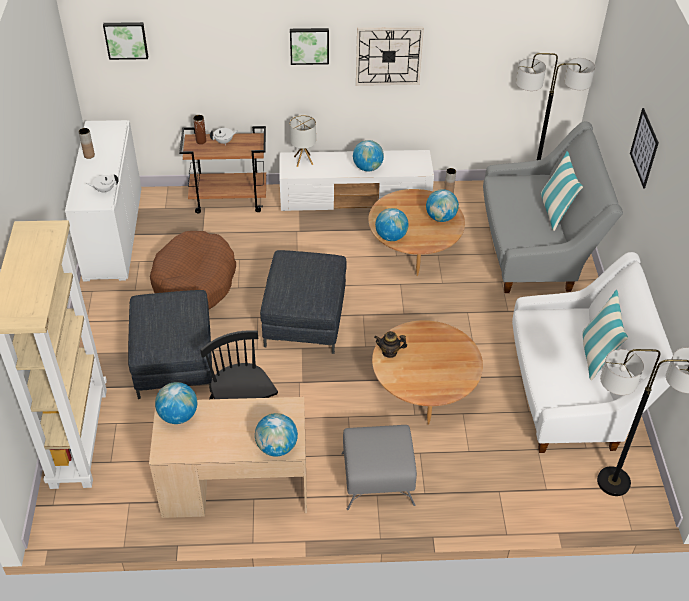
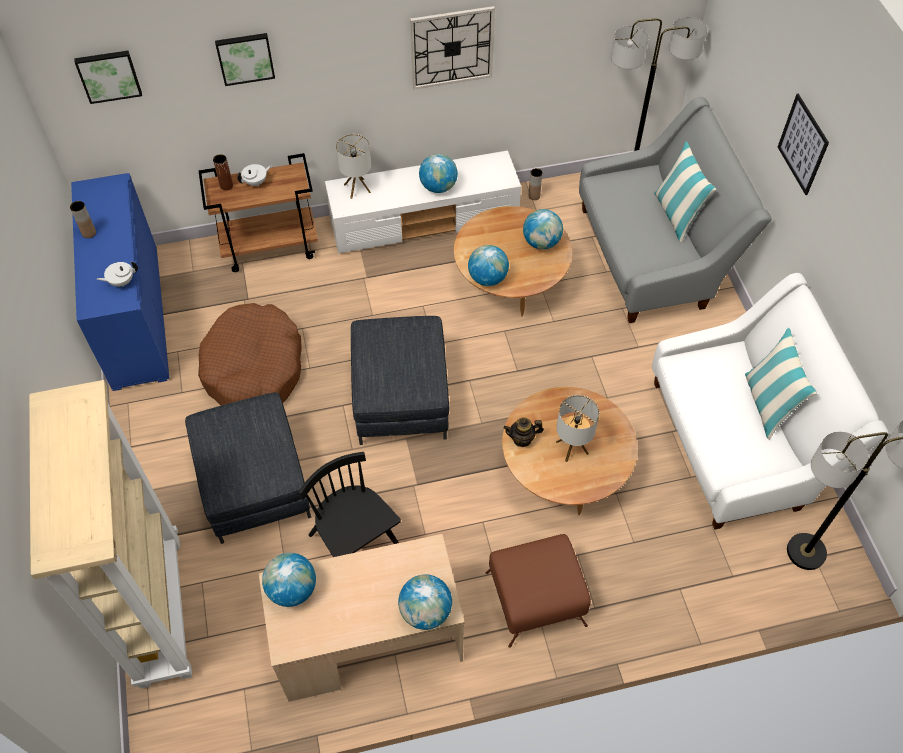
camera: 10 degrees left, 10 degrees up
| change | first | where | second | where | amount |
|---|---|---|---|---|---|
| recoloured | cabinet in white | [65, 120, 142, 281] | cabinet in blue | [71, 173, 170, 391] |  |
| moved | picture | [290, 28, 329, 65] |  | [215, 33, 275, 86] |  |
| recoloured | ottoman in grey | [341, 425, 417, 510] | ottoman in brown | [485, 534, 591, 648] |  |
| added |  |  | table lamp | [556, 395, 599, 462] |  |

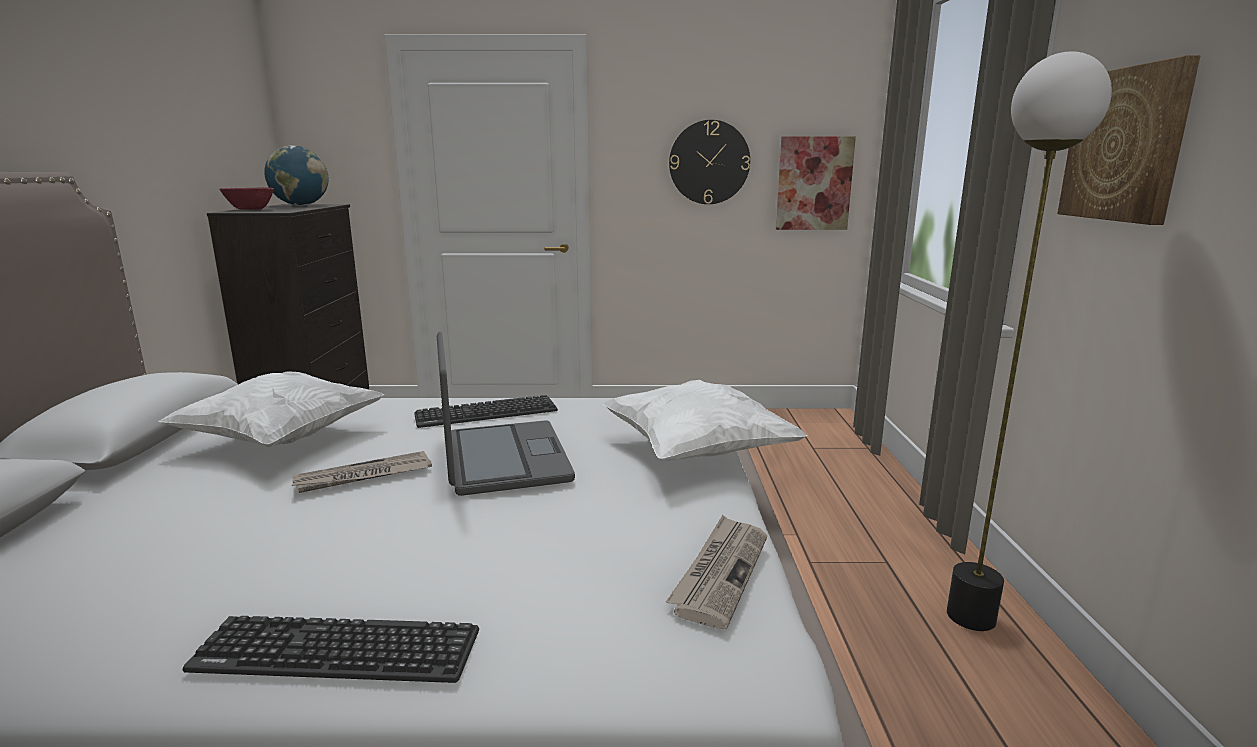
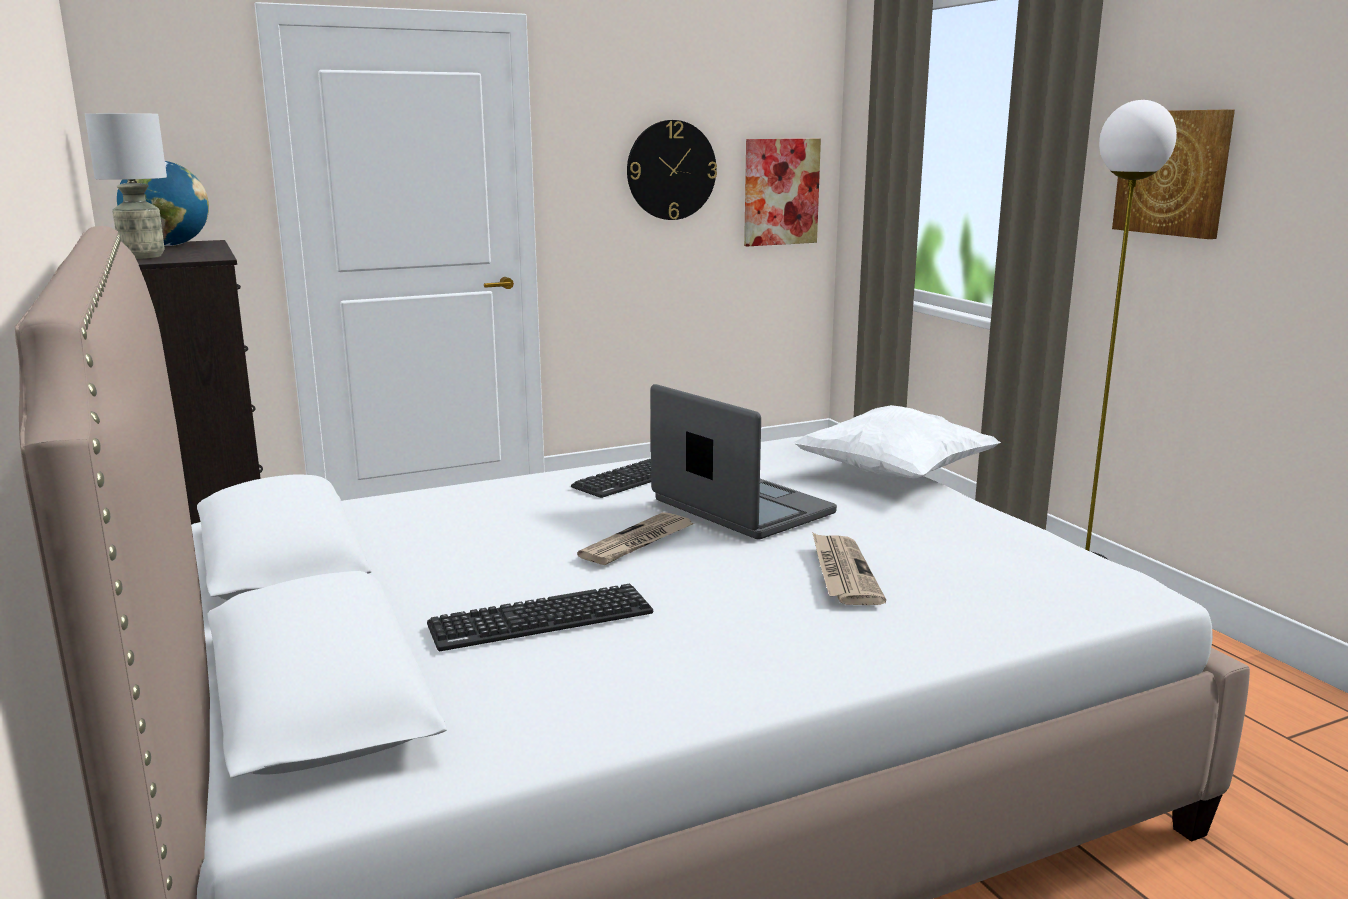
camera: 25 degrees left, 0 degrees up
| change | first | where | second | where | amount |
|---|---|---|---|---|---|
| replaced | bowl in red | [220, 187, 274, 210] | table lamp in grey | [85, 113, 167, 259] |  |
| moved | keyboard | [183, 616, 479, 683] |  | [427, 584, 654, 651] |  |
| moved | newspaper | [666, 515, 767, 629] |  | [812, 532, 886, 605] |  |
| removed | pillow in white | [158, 371, 384, 447] |  |  |  |

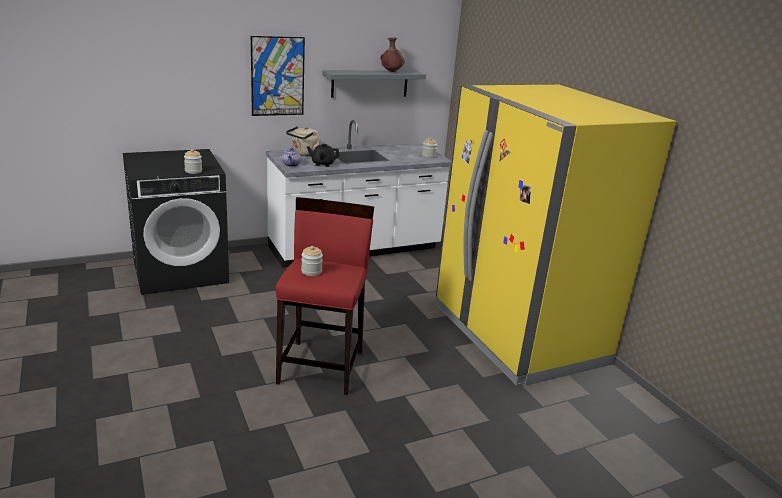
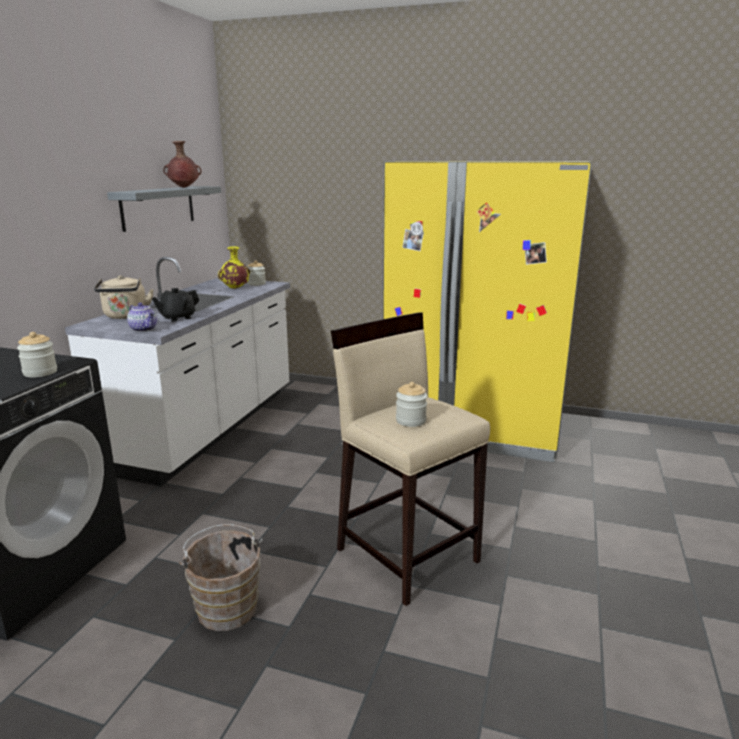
camera: 45 degrees left, 5 degrees down
| change | first | where | second | where | amount |
|---|---|---|---|---|---|
| added |  |  | bucket in brown | [179, 524, 263, 631] |  |
| added |  |  | vase in yellow | [218, 246, 250, 289] |  |
| recoloured | stool in red | [276, 197, 374, 395] | stool in beige | [331, 313, 490, 606] |  |
| removed | picture | [251, 36, 305, 116] |  |  |  |

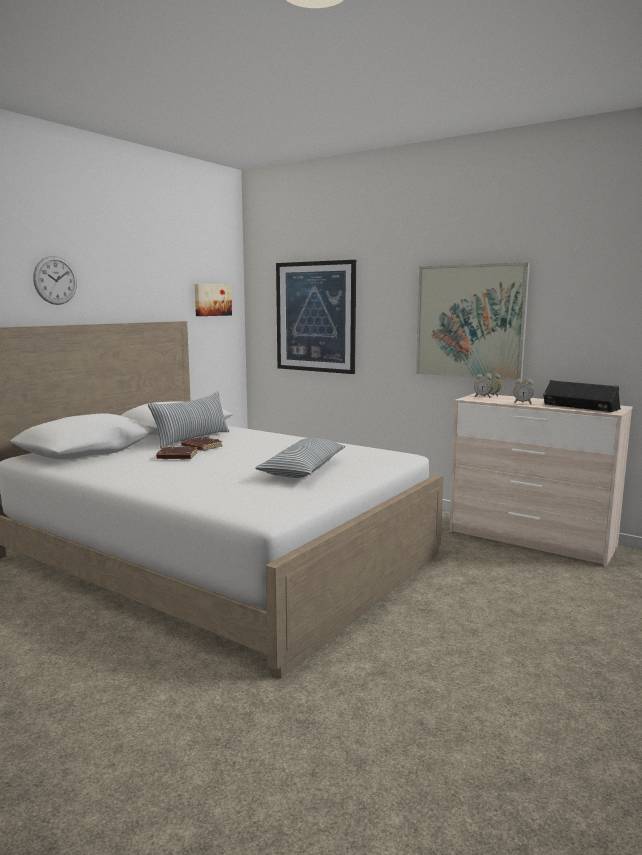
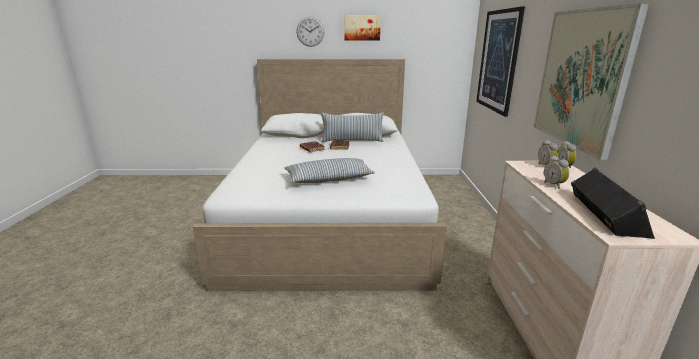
camera: 55 degrees right, 10 degrees up
| change | first | where | second | where | amount |
|---|---|---|---|---|---|
| moved | picture | [195, 284, 232, 316] |  | [344, 15, 381, 41] |  |

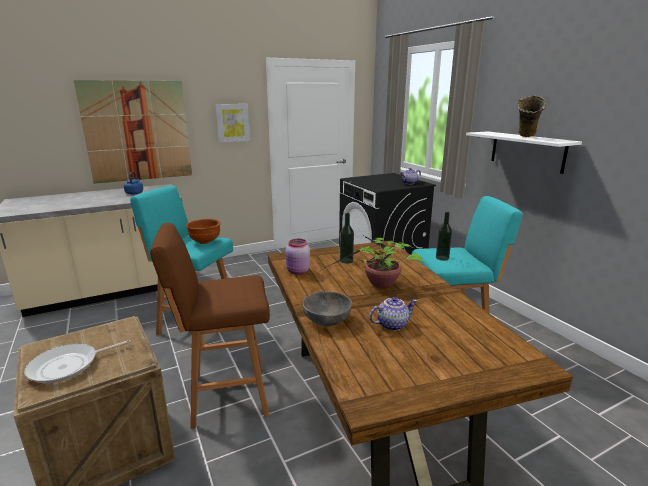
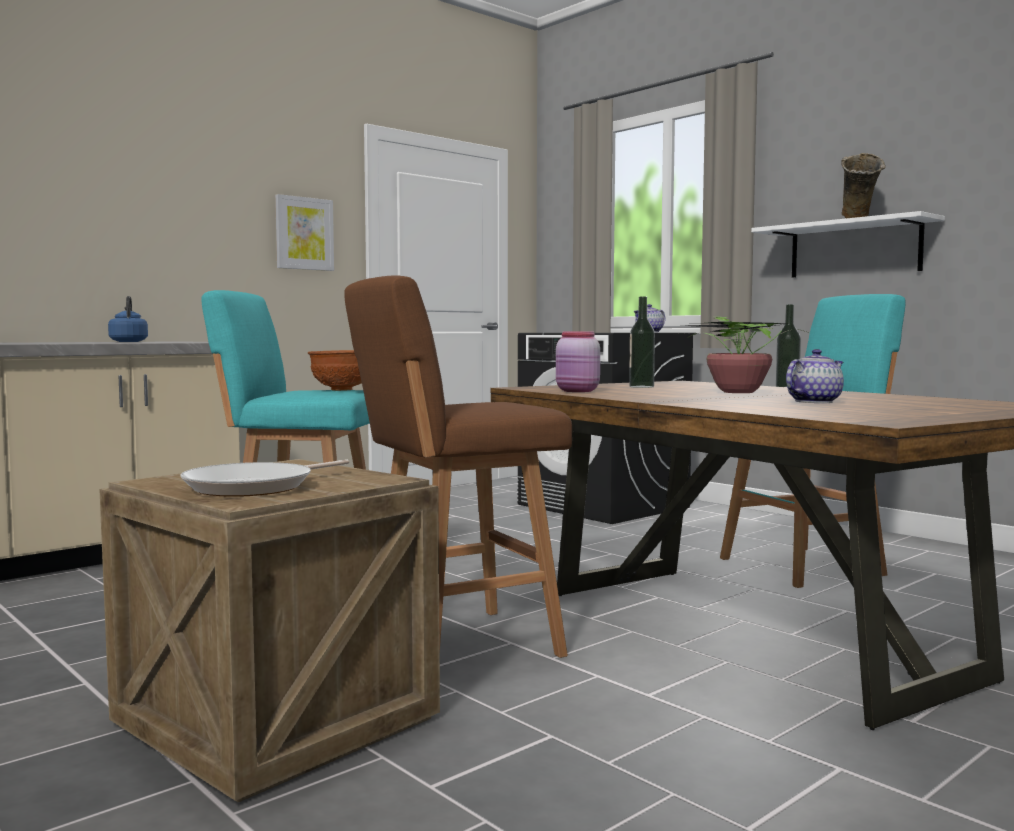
camera: 15 degrees left, 15 degrees down
| change | first | where | second | where | amount |
|---|---|---|---|---|---|
| removed | picture | [74, 80, 192, 184] |  |  |  |
| removed | bowl in grey | [303, 291, 352, 326] |  |  |  |

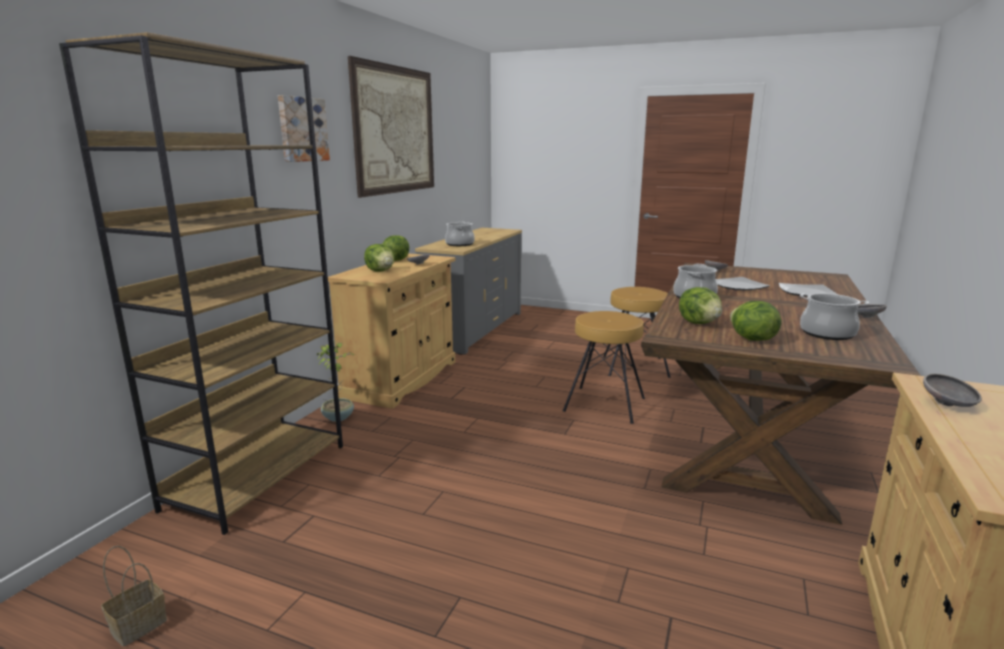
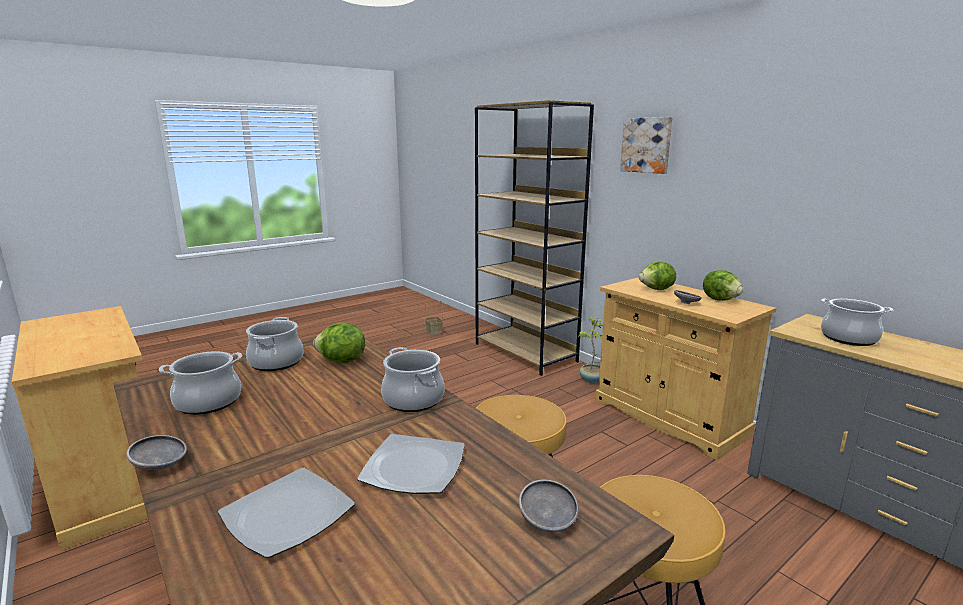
camera: 120 degrees right, 0 degrees up
| change | first | where | second | where | amount |
|---|---|---|---|---|---|
| replaced | lettuce | [730, 301, 781, 341] | cooking pot | [246, 317, 304, 371] |  |
| removed | picture | [348, 56, 434, 198] |  |  |  |
| removed | bowl in grey | [923, 374, 982, 407] |  |  |  |

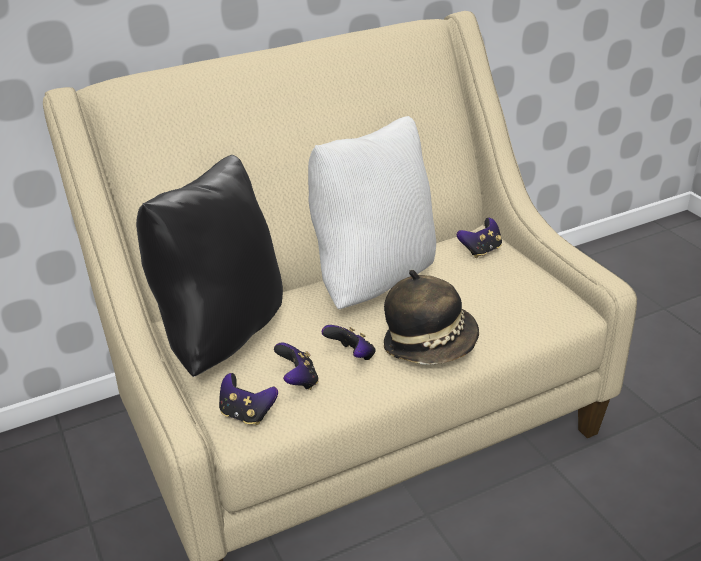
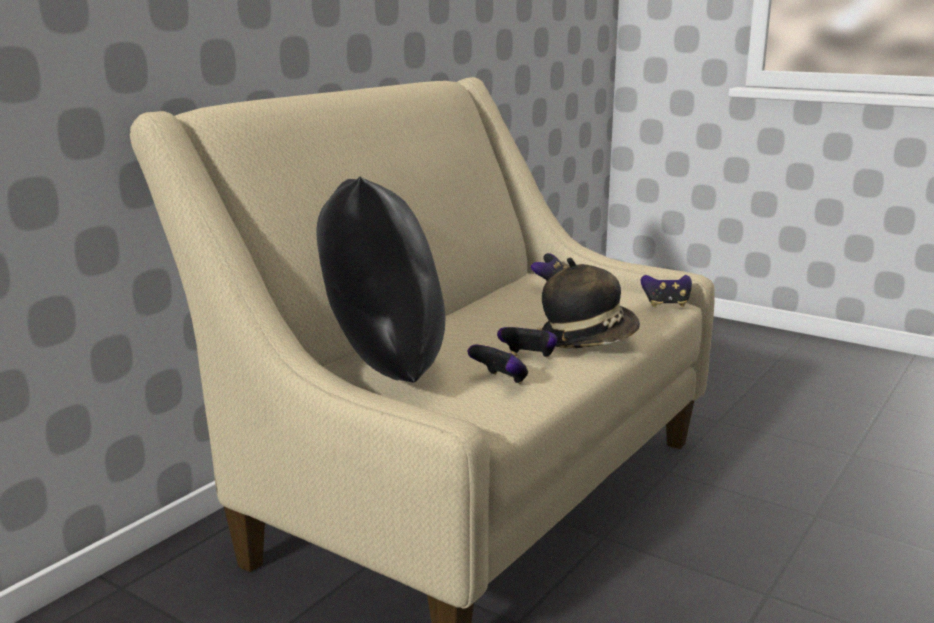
camera: 30 degrees left, 15 degrees down
| change | first | where | second | where | amount |
|---|---|---|---|---|---|
| moved | game controller | [219, 373, 278, 425] |  | [641, 275, 692, 307] |  |
| removed | pillow in white | [308, 116, 436, 309] |  |  |  |

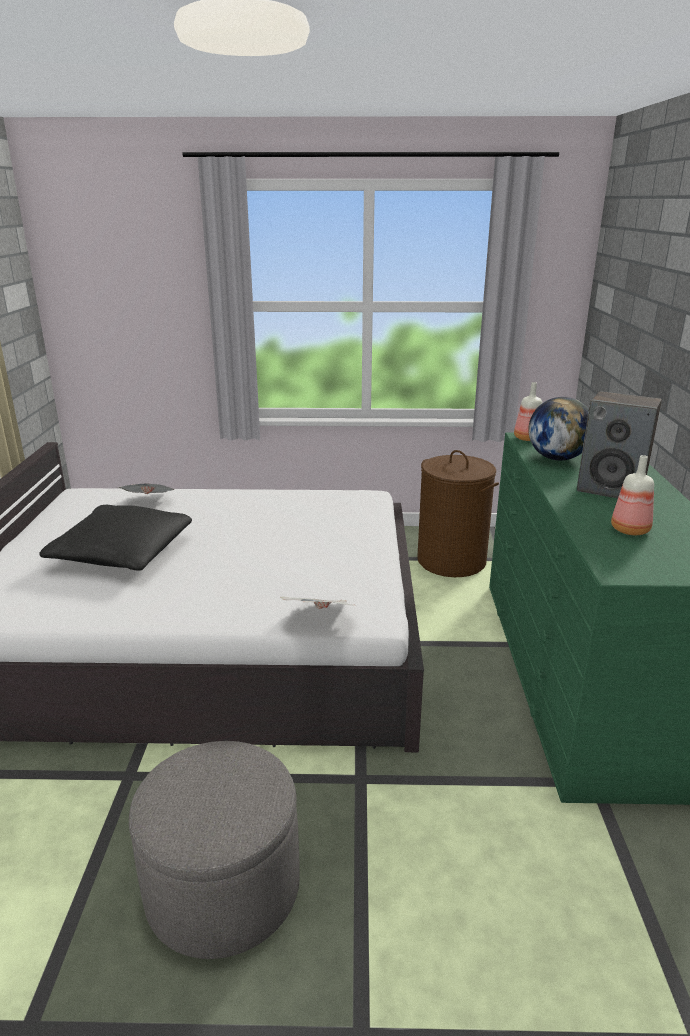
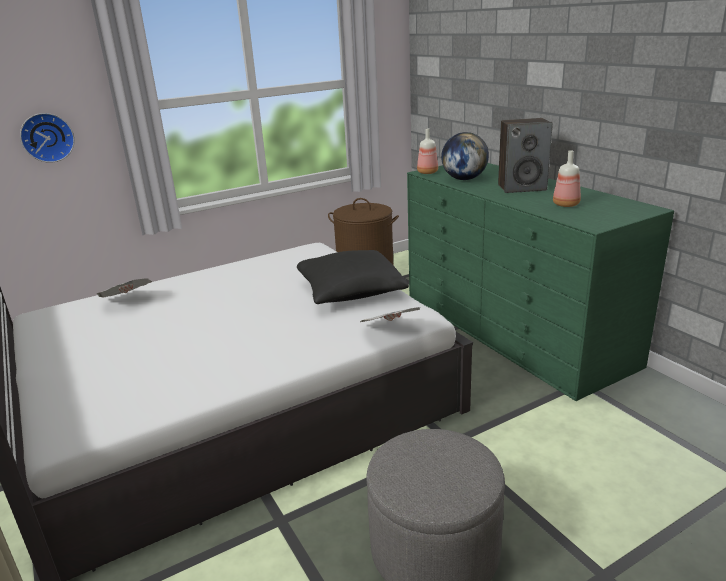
camera: 30 degrees left, 0 degrees up
| change | first | where | second | where | amount |
|---|---|---|---|---|---|
| added |  |  | wall clock | [20, 113, 75, 163] |  |
| moved | pillow in black | [39, 505, 192, 571] |  | [297, 250, 409, 304] |  |

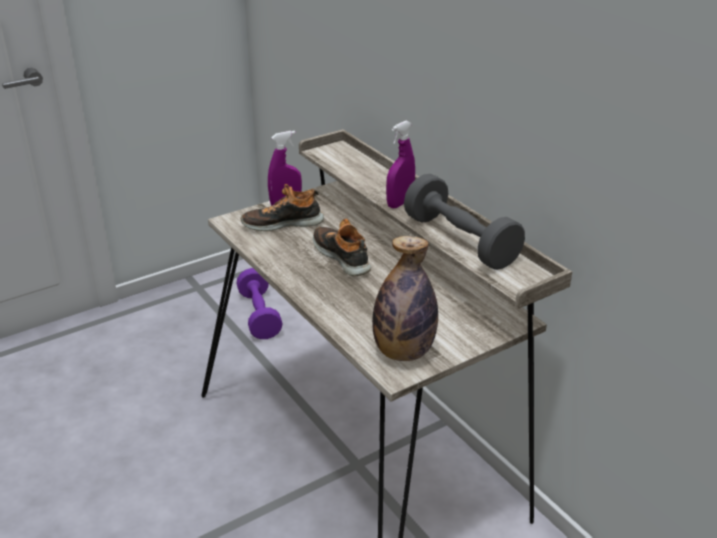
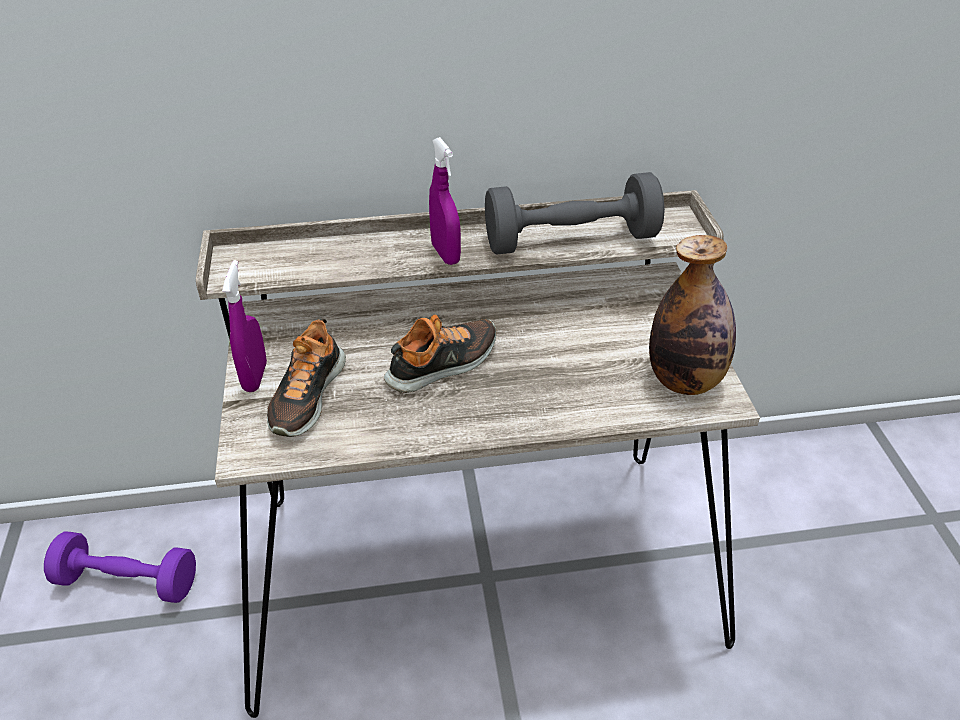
camera: 65 degrees left, 10 degrees up
| change | first | where | second | where | amount |
|---|---|---|---|---|---|
| turned | shoe | [313, 219, 371, 276] |  | [384, 315, 497, 393] | 150 degrees clockwise |

